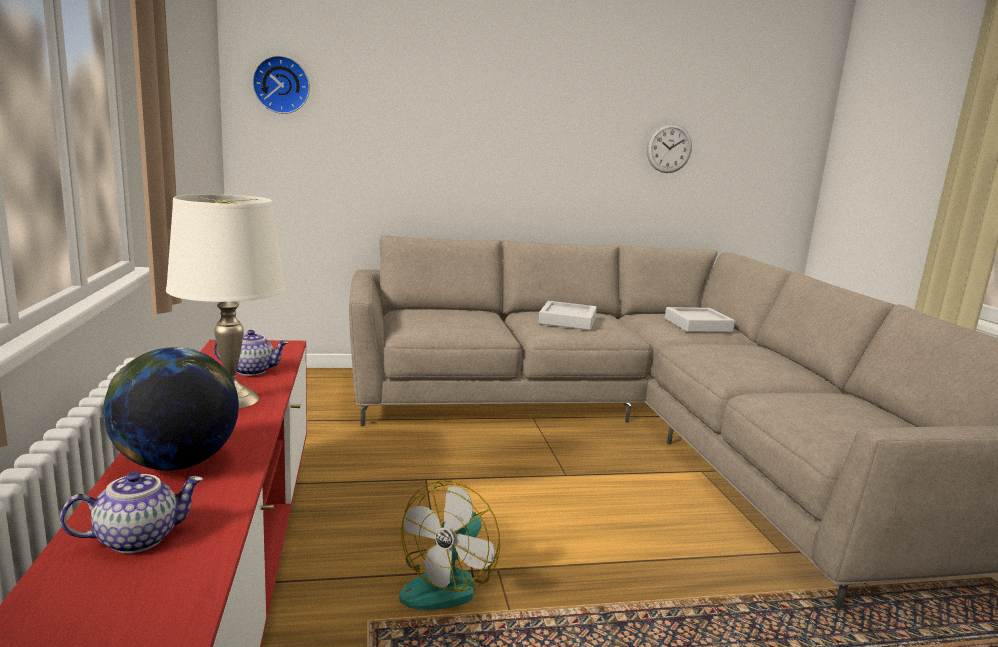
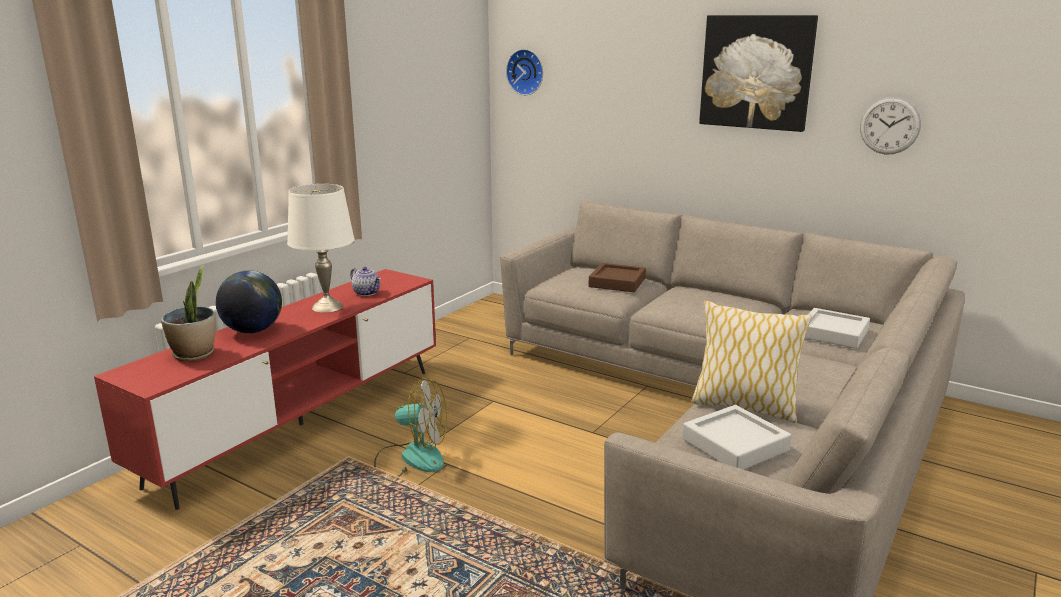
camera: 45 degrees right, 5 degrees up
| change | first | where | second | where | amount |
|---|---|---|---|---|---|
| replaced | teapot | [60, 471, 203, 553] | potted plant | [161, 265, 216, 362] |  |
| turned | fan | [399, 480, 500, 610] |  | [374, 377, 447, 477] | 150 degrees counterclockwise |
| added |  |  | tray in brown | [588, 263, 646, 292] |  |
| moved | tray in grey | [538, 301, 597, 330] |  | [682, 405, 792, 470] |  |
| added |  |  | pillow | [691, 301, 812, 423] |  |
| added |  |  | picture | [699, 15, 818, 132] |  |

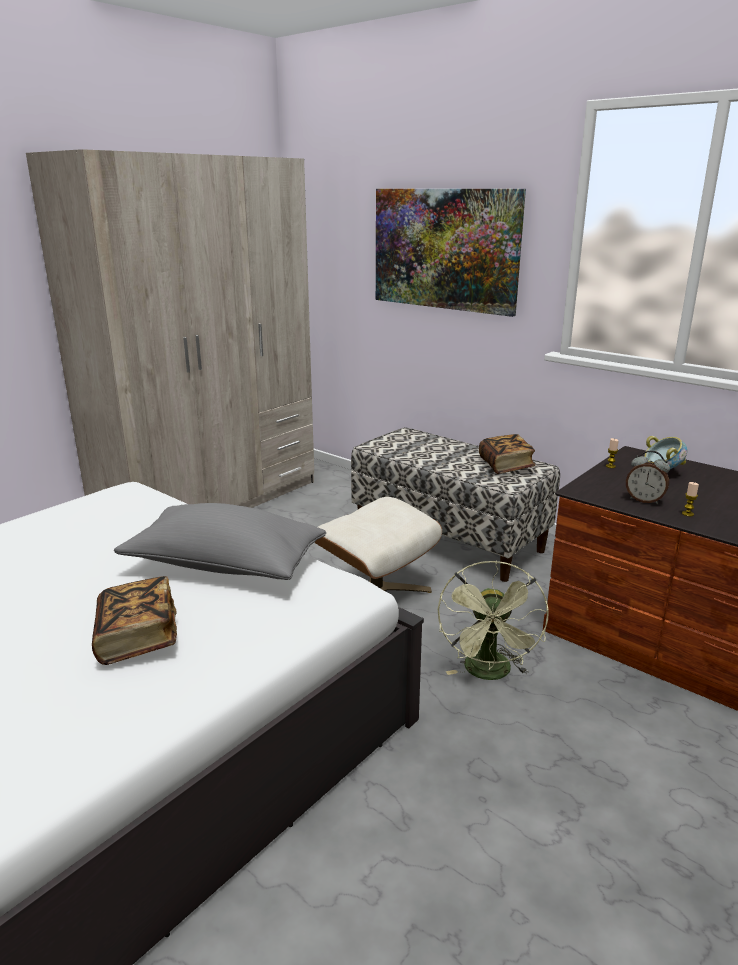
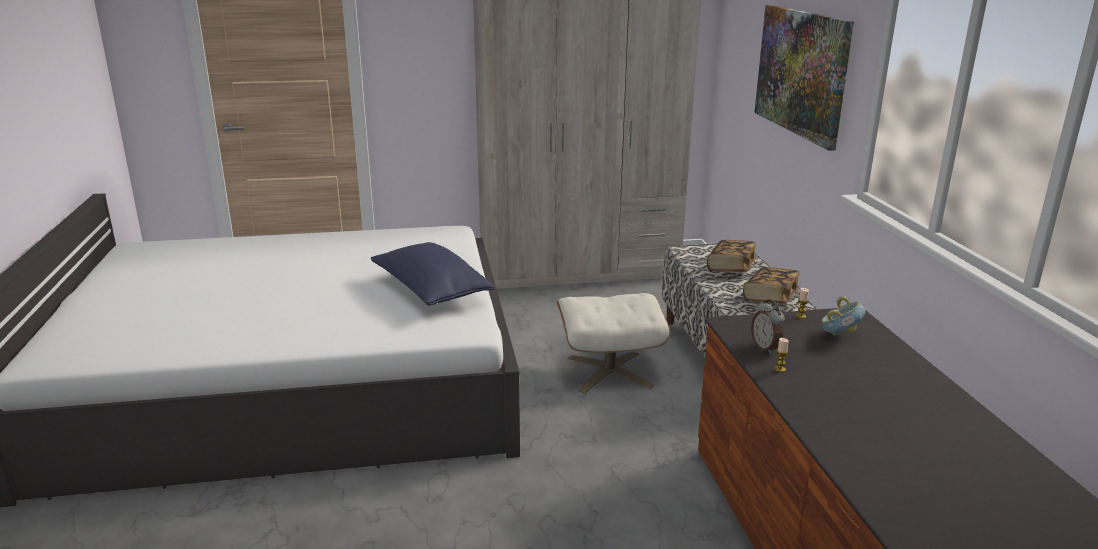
camera: 40 degrees right, 0 degrees up
| change | first | where | second | where | amount |
|---|---|---|---|---|---|
| recoloured | pillow in grey | [114, 503, 326, 580] | pillow in blue | [371, 242, 495, 305] |  |
| moved | book | [92, 576, 177, 665] |  | [707, 240, 756, 272] |  |
| removed | fan in green | [438, 560, 549, 680] |  |  |  |

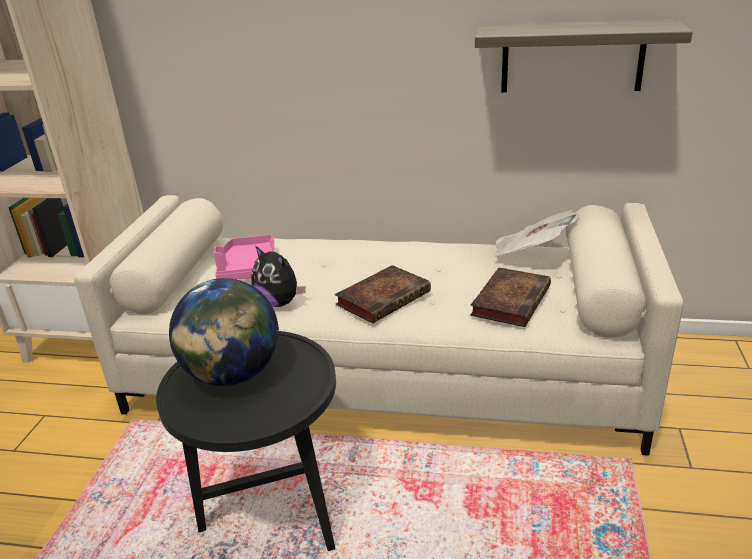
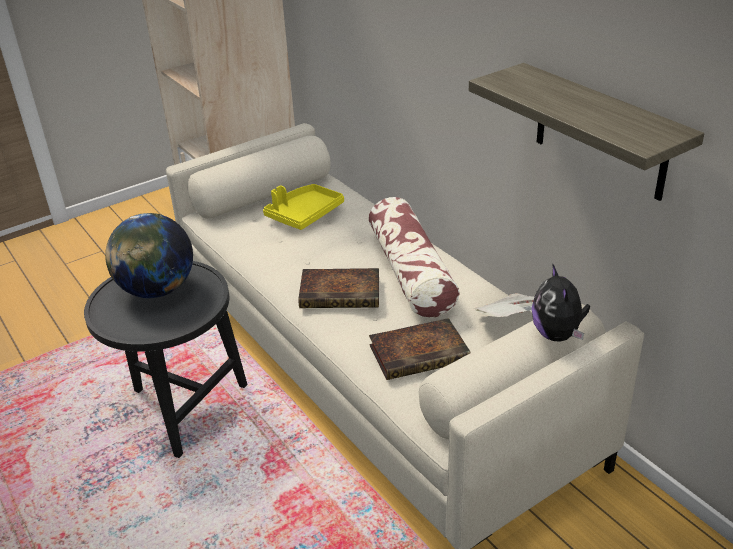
camera: 45 degrees right, 5 degrees up
| change | first | where | second | where | amount |
|---|---|---|---|---|---|
| recoloured | tray in pink | [214, 235, 274, 279] | tray in yellow | [263, 184, 344, 230] |  |
| added |  |  | pillow | [369, 197, 460, 318] |  |
| moved | plush toy | [252, 246, 305, 307] |  | [532, 263, 590, 342] |  |

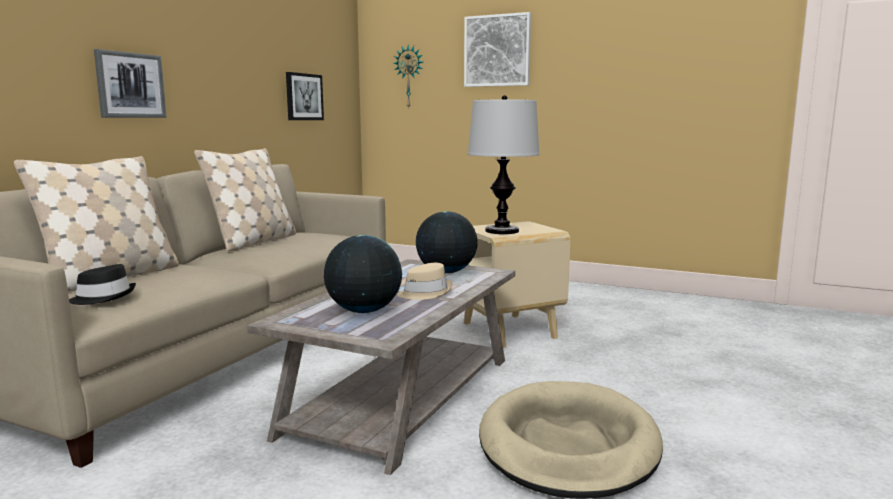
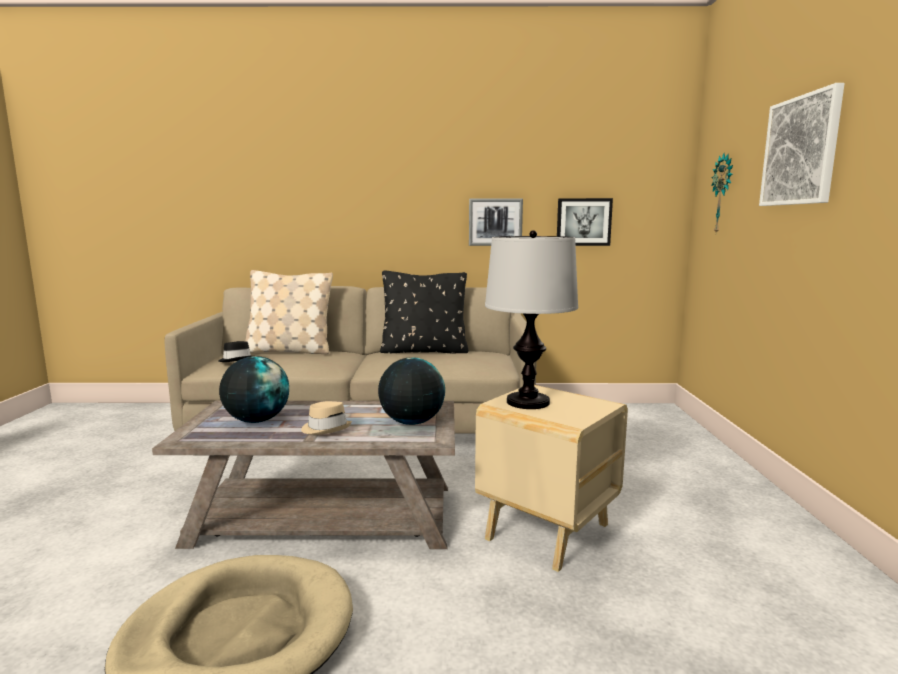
camera: 65 degrees right, 0 degrees up
| change | first | where | second | where | amount |
|---|---|---|---|---|---|
| recoloured | pillow in beige | [194, 148, 296, 251] | pillow in black | [380, 270, 468, 353] |  |
| moved | picture | [94, 49, 167, 118] |  | [469, 199, 523, 246] |  |

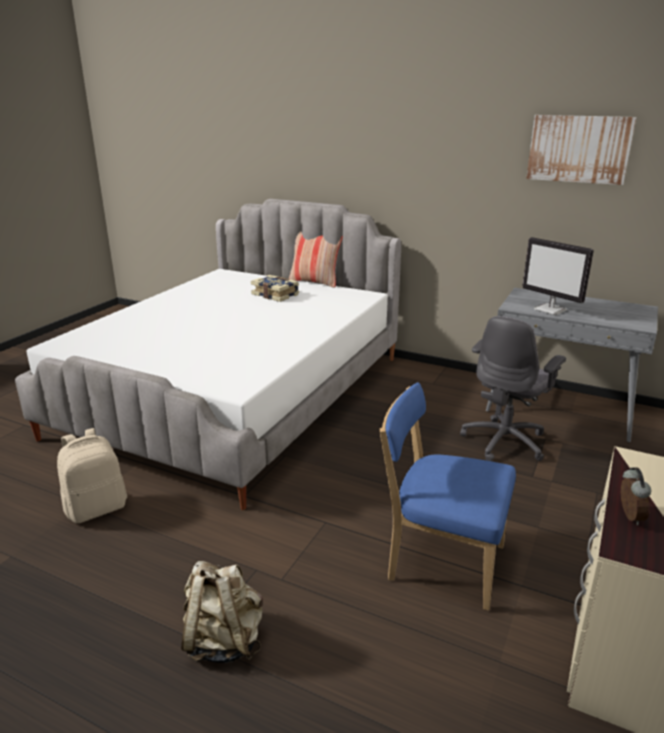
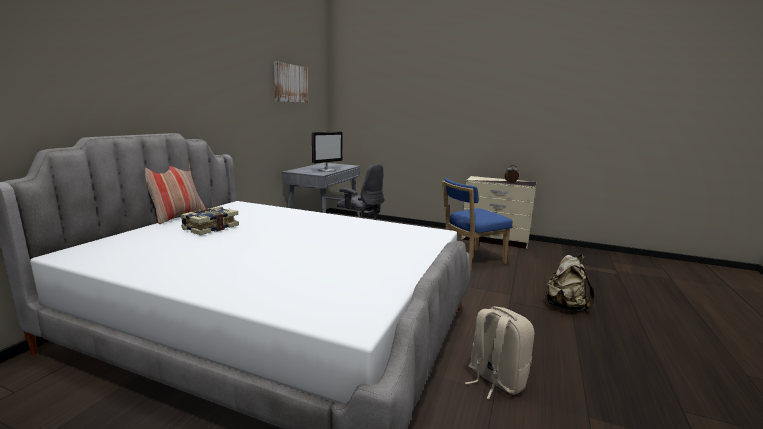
camera: 95 degrees left, 10 degrees down
| change | first | where | second | where | amount |
|---|---|---|---|---|---|
| turned | chair in blue | [379, 382, 516, 611] |  | [442, 178, 512, 267] | 45 degrees clockwise |

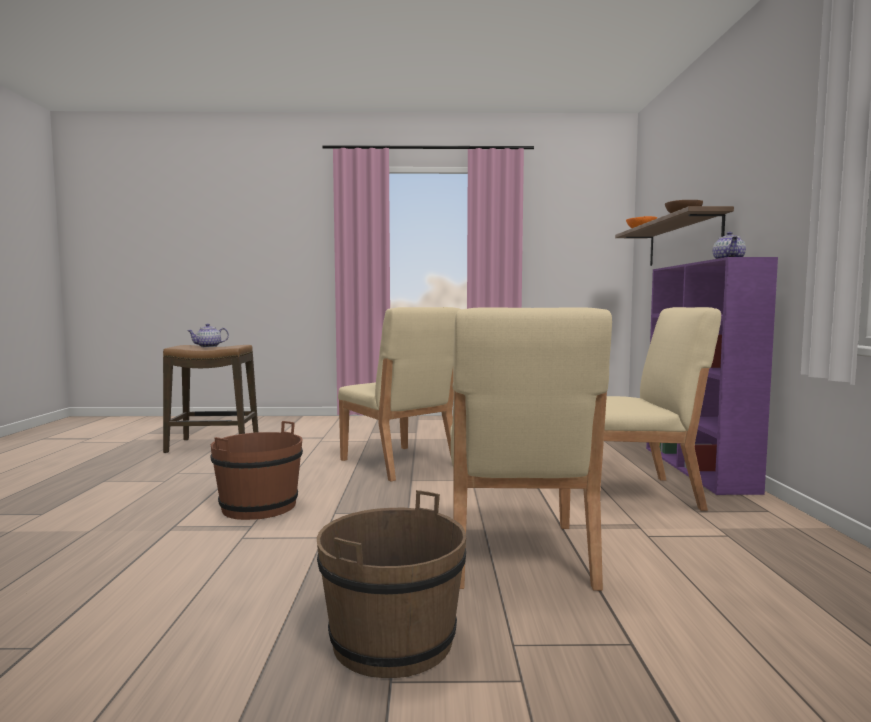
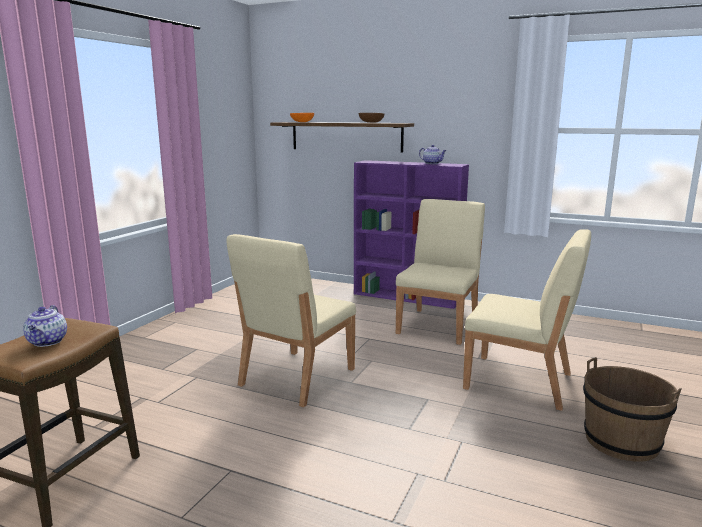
camera: 65 degrees left, 10 degrees up
| change | first | where | second | where | amount |
|---|---|---|---|---|---|
| turned | chair in beige | [338, 307, 461, 481] |  | [226, 234, 356, 407] | 135 degrees clockwise |
| removed | bucket in brown | [210, 421, 303, 520] |  |  |  |

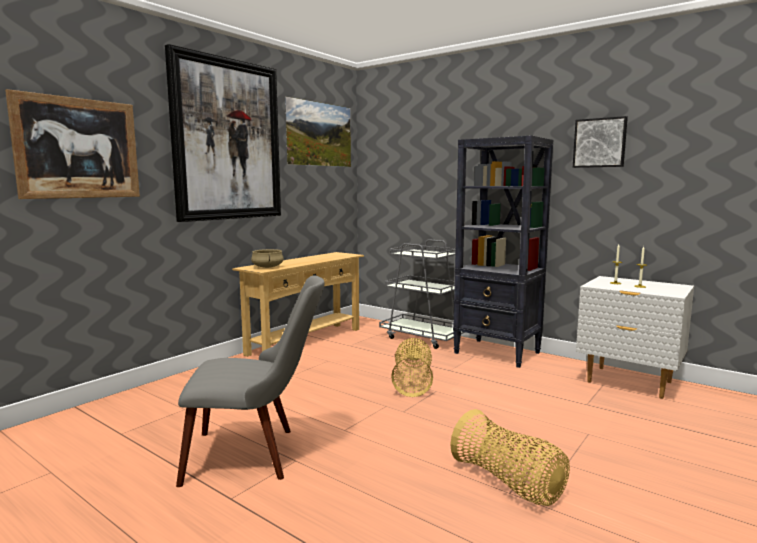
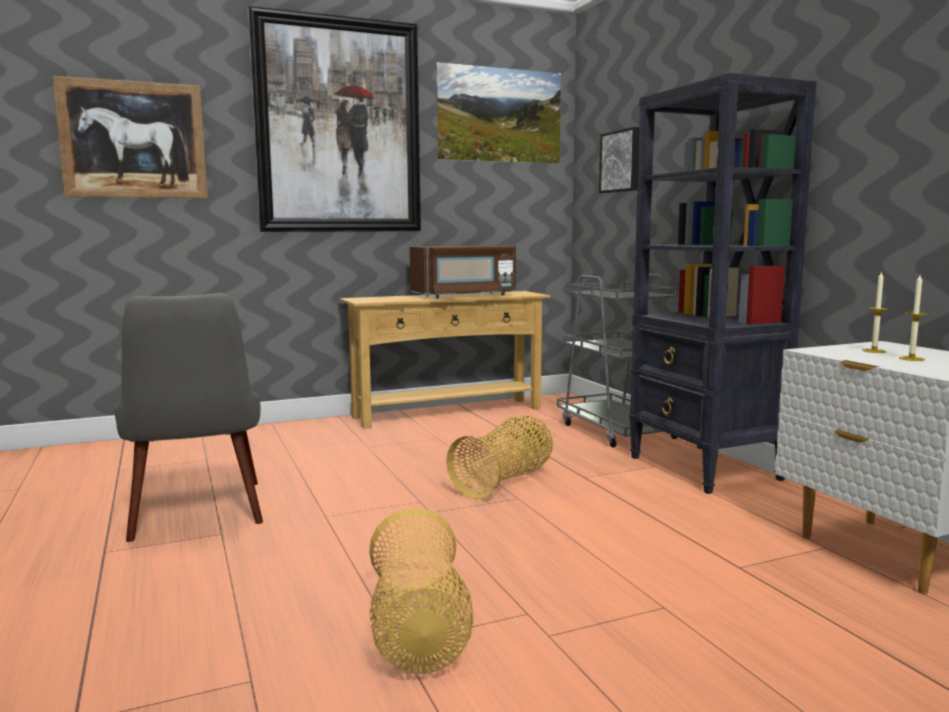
camera: 30 degrees right, 0 degrees up
| change | first | where | second | where | amount |
|---|---|---|---|---|---|
| turned | chair in grey | [176, 275, 324, 487] |  | [114, 293, 263, 542] | 45 degrees clockwise |
| added |  |  | microwave in brown | [410, 245, 516, 299] |  |
| moved | picture | [573, 116, 628, 168] |  | [599, 127, 640, 193] |  |
| removed | cooking pot in beige | [251, 249, 284, 268] |  |  |  |

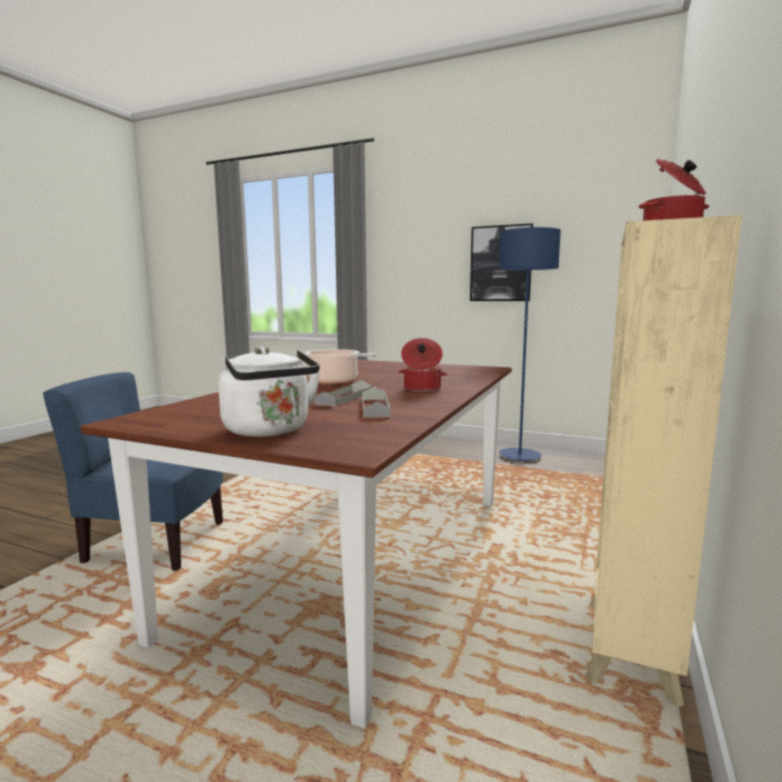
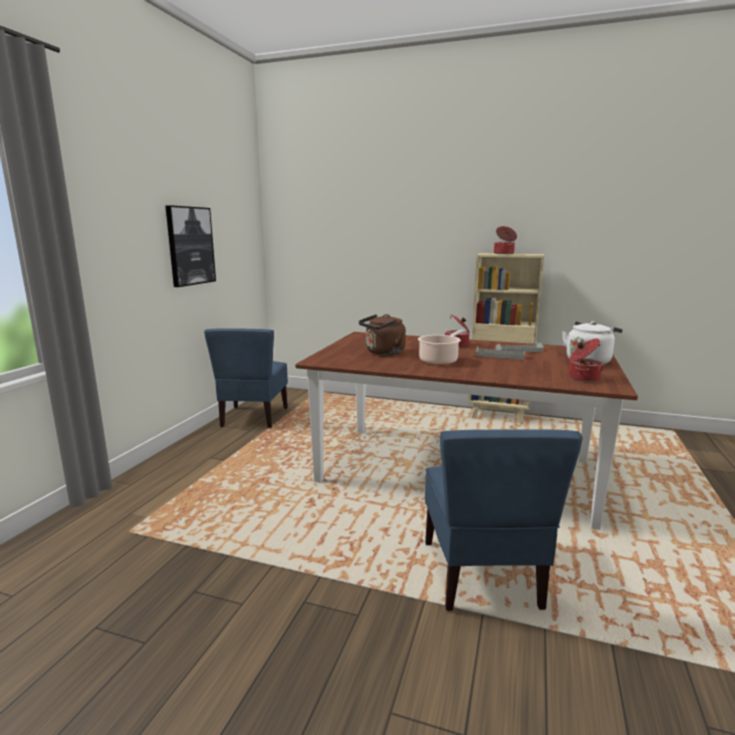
camera: 95 degrees left, 5 degrees up
| change | first | where | second | where | amount |
|---|---|---|---|---|---|
| replaced | floor lamp in blue | [499, 227, 561, 461] | chair in blue | [204, 328, 288, 428] |  |
| added |  |  | kettle in brown | [359, 314, 406, 355] |  |
| added |  |  | cooking pot | [568, 339, 604, 382] |  |

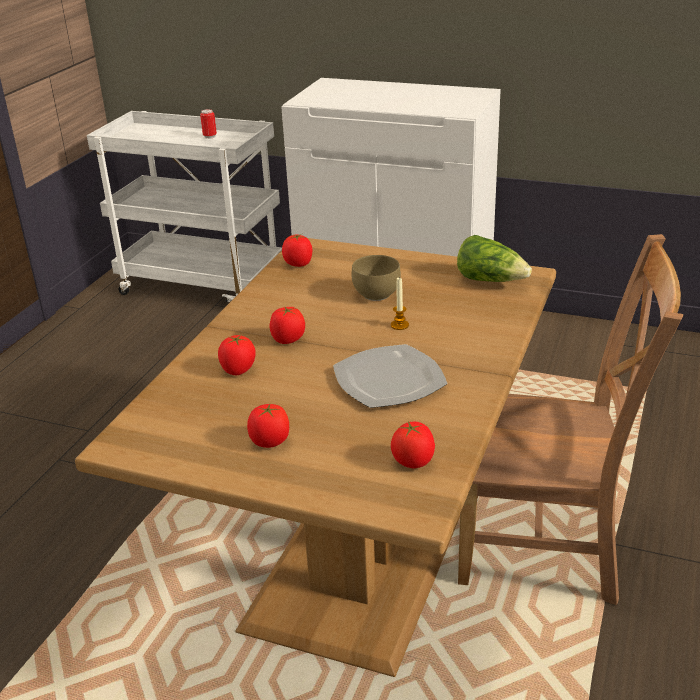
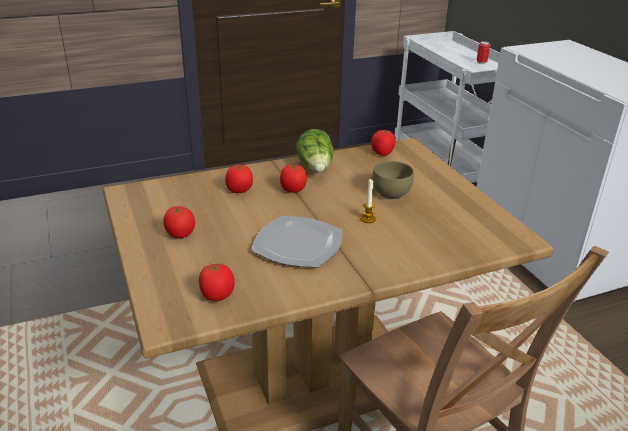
camera: 45 degrees right, 0 degrees up
| change | first | where | second | where | amount |
|---|---|---|---|---|---|
| moved | lettuce | [457, 235, 532, 282] |  | [296, 129, 334, 172] |  |

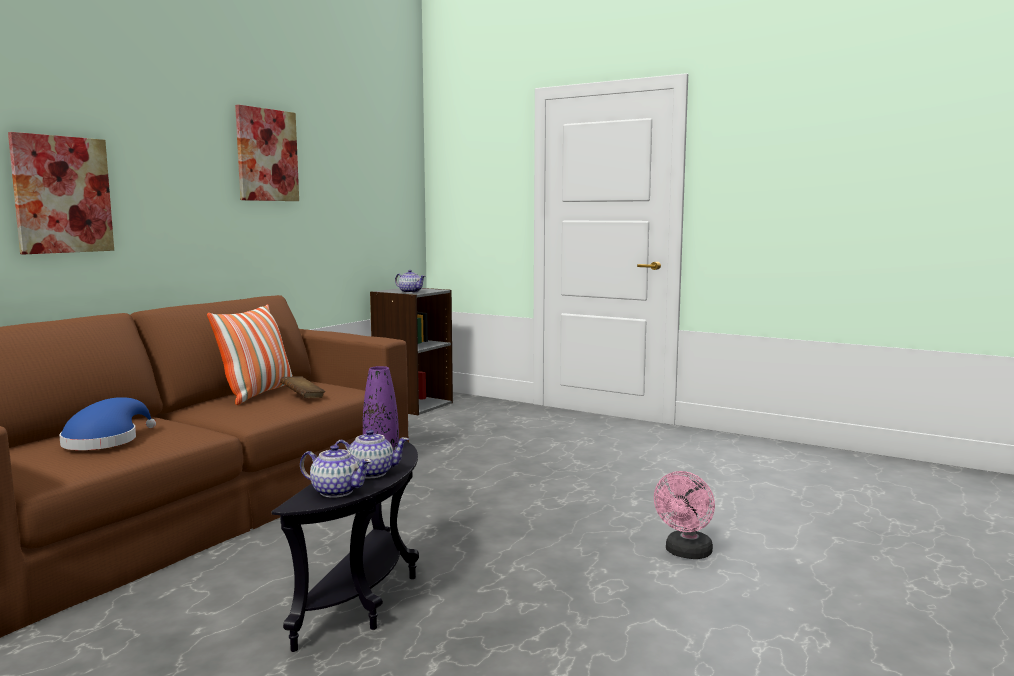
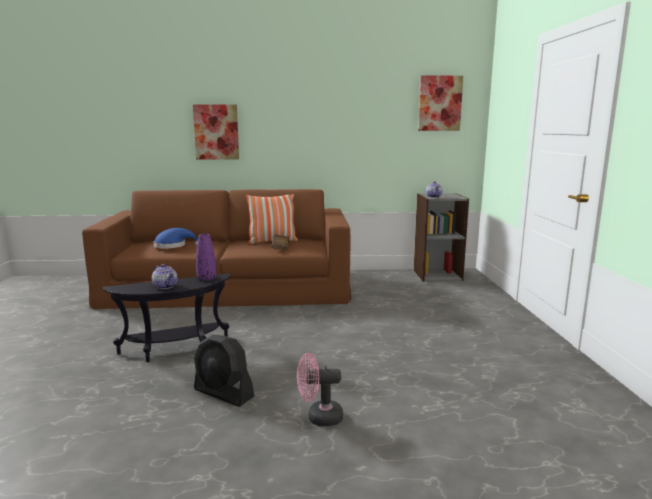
camera: 55 degrees right, 5 degrees up
| change | first | where | second | where | amount |
|---|---|---|---|---|---|
| added |  |  | fan in black | [194, 335, 254, 407] |  |
| moved | picture | [235, 105, 299, 201] |  | [418, 75, 463, 131] |  |
| removed | teapot | [300, 445, 372, 498] |  |  |  |

